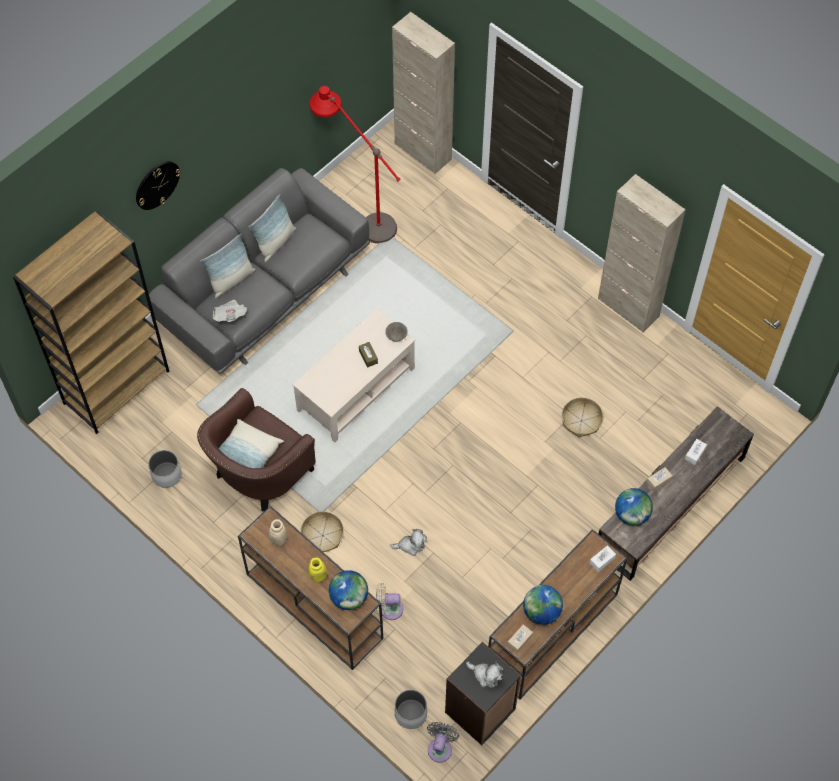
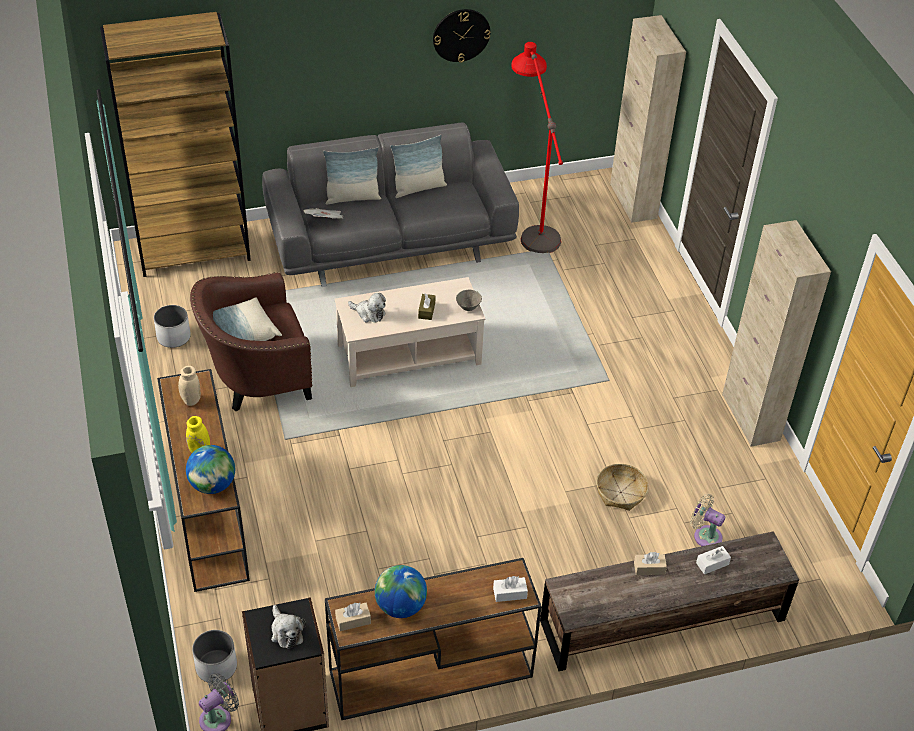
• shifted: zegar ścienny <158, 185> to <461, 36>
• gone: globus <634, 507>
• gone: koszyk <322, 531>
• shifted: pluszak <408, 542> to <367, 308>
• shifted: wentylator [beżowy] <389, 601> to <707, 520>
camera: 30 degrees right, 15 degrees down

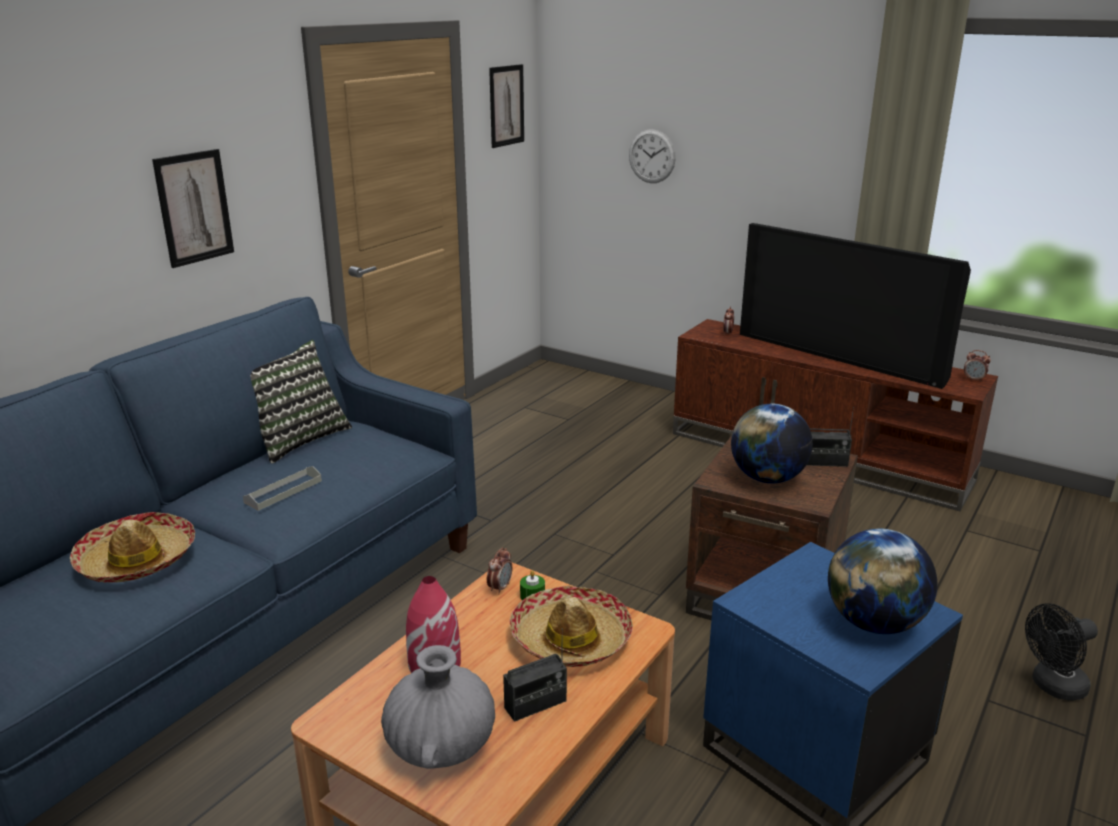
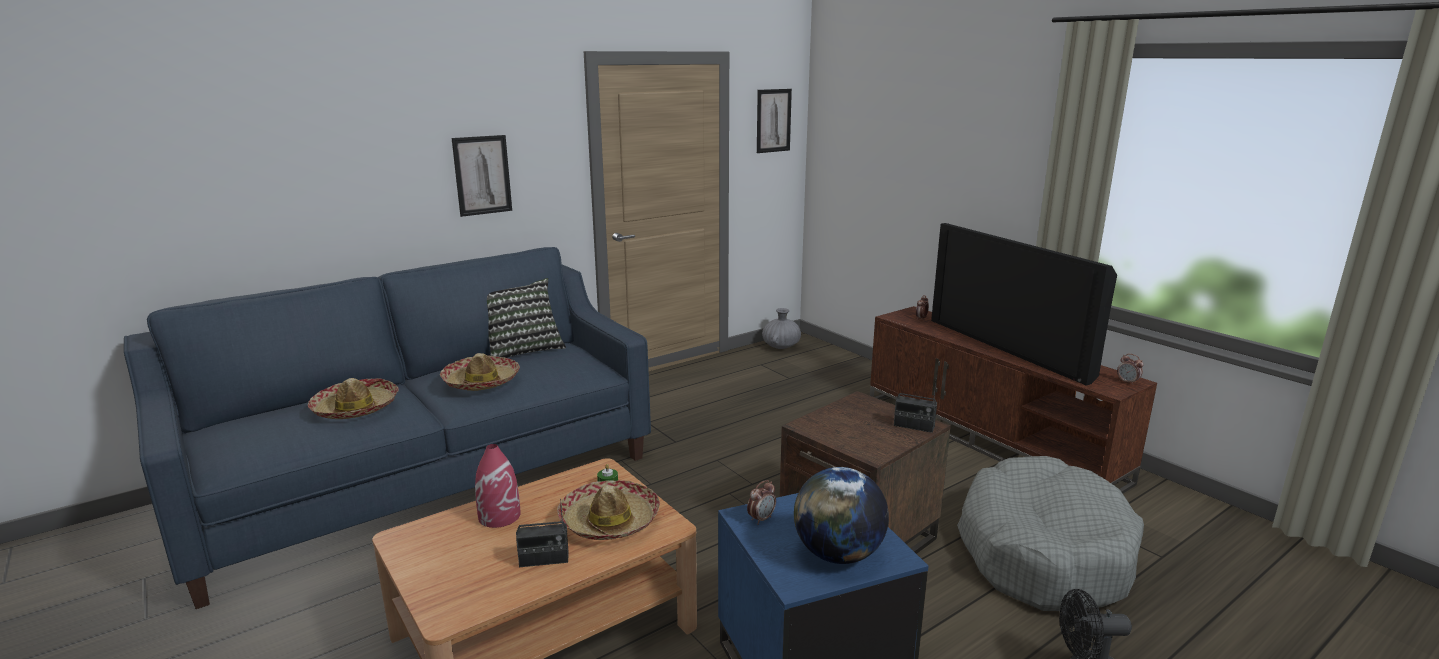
• gone: zegar ścienny <652, 156>
• gone: globus <772, 444>
• swapped: taca [szary] <282, 488> to kapelusz <480, 372>
• shifted: budzik <499, 571> to <761, 502>
• shifted: wazon [szary] <438, 707> to <781, 328>
• new: legowisko [szary] <1050, 533>
camera: 20 degrees right, 5 degrees down

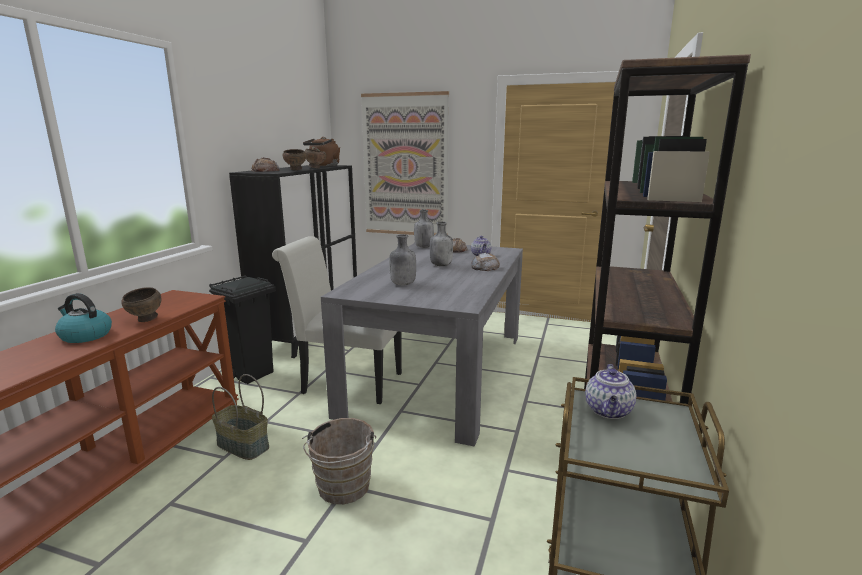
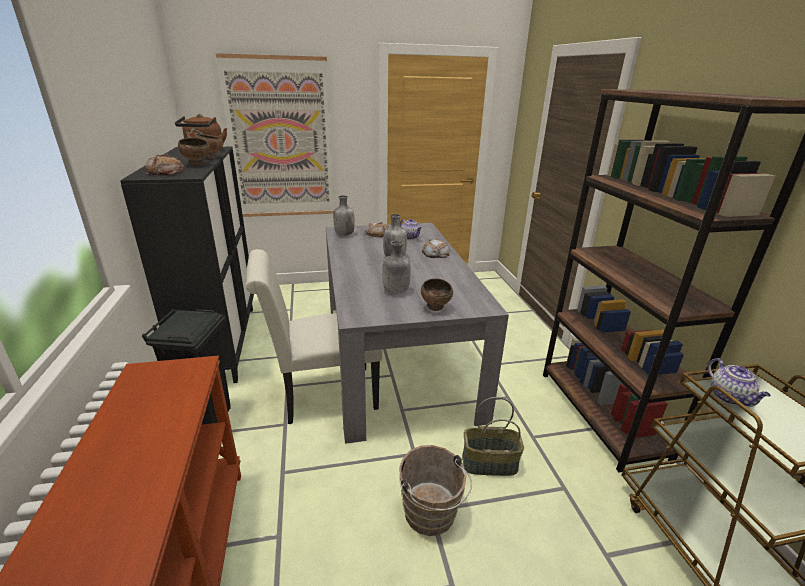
• shifted: miska [brązowy] <141, 304> to <437, 294>
• gone: czajnik <83, 318>
• shifted: koszyk <240, 417> to <493, 436>
camera: 30 degrees left, 10 degrees up

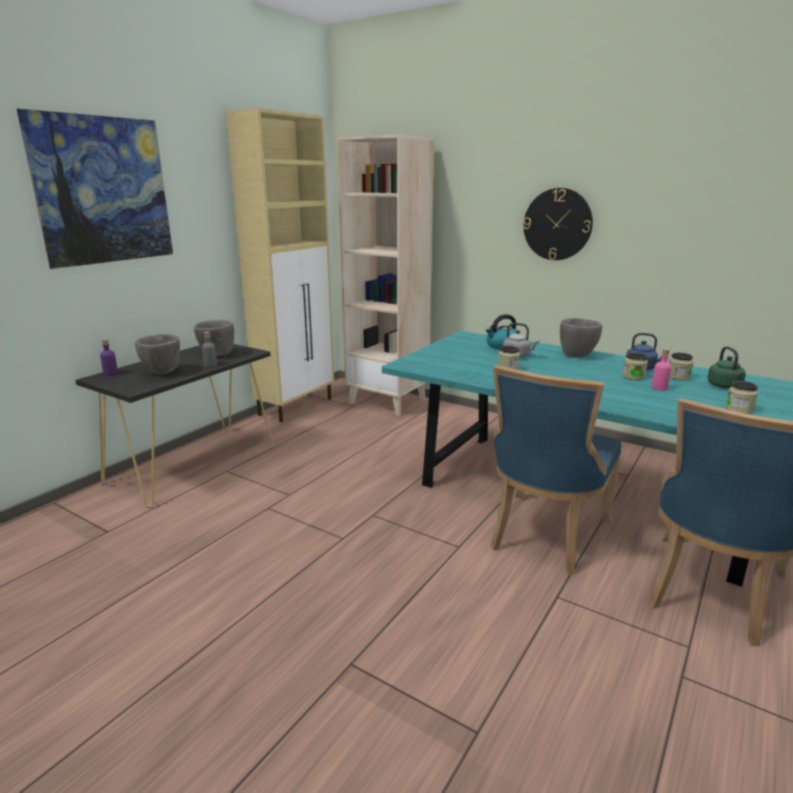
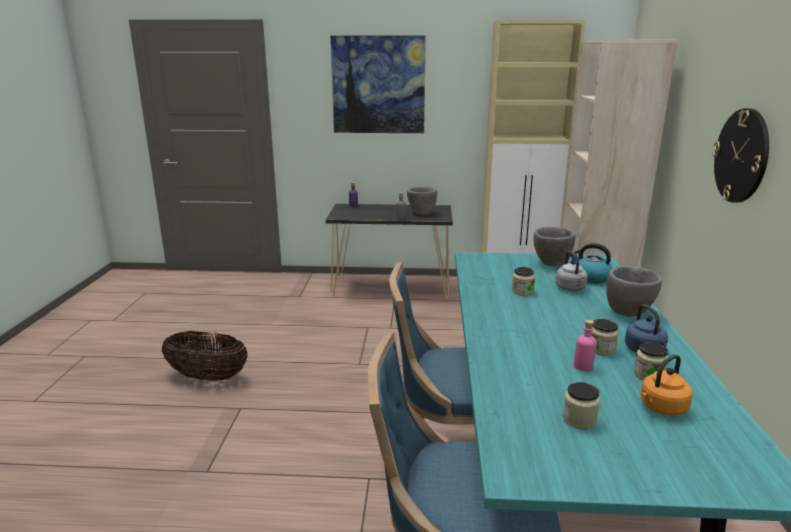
• shifted: miska [szary] <157, 354> to <554, 246>
• repainted: czajnik [zielony] <726, 367> to czajnik [pomarańczowy] <666, 385>
• new: koszyk <205, 356>
camera: 60 degrees right, 0 degrees up

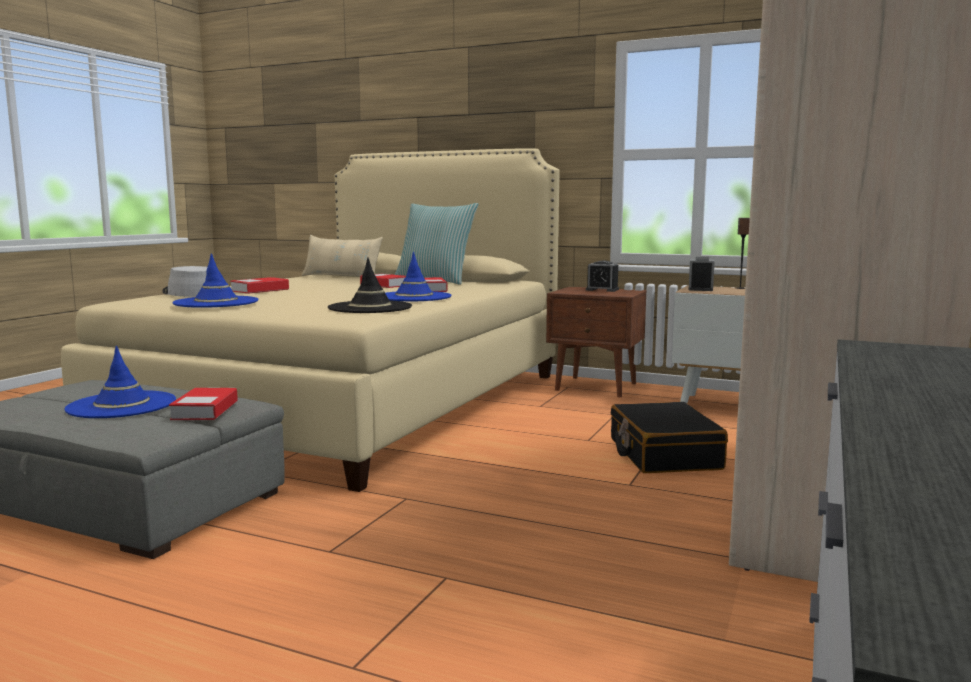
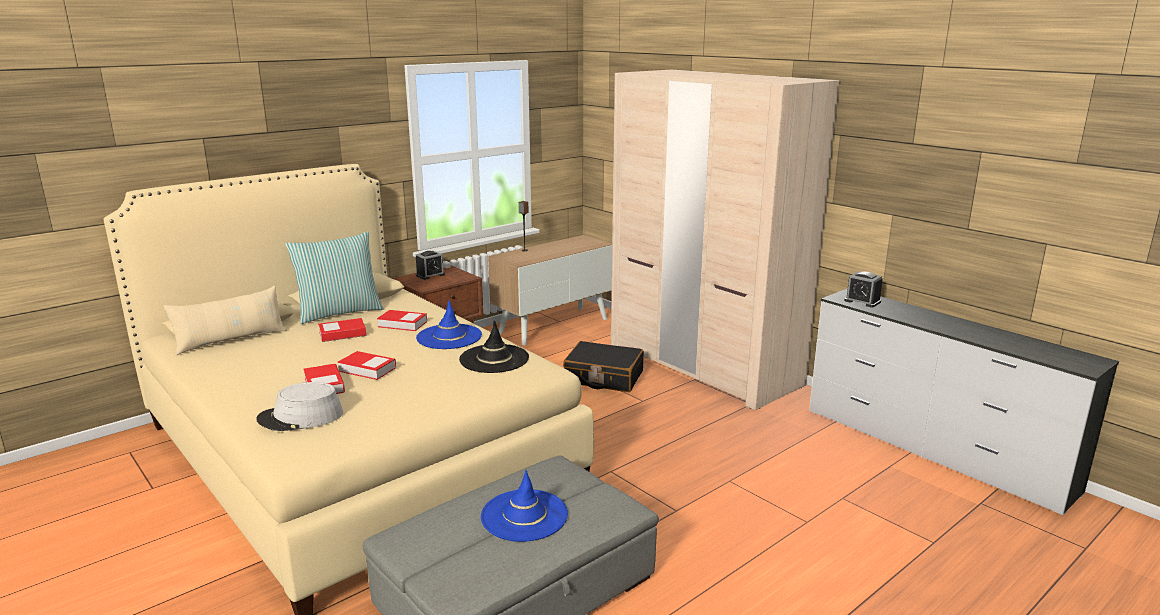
• gone: kapelusz [niebieski] <215, 280>
• shifted: budzik <702, 274> to <863, 289>
• shifted: książka <203, 404> to <367, 365>
camera: 65 degrees left, 10 degrees up

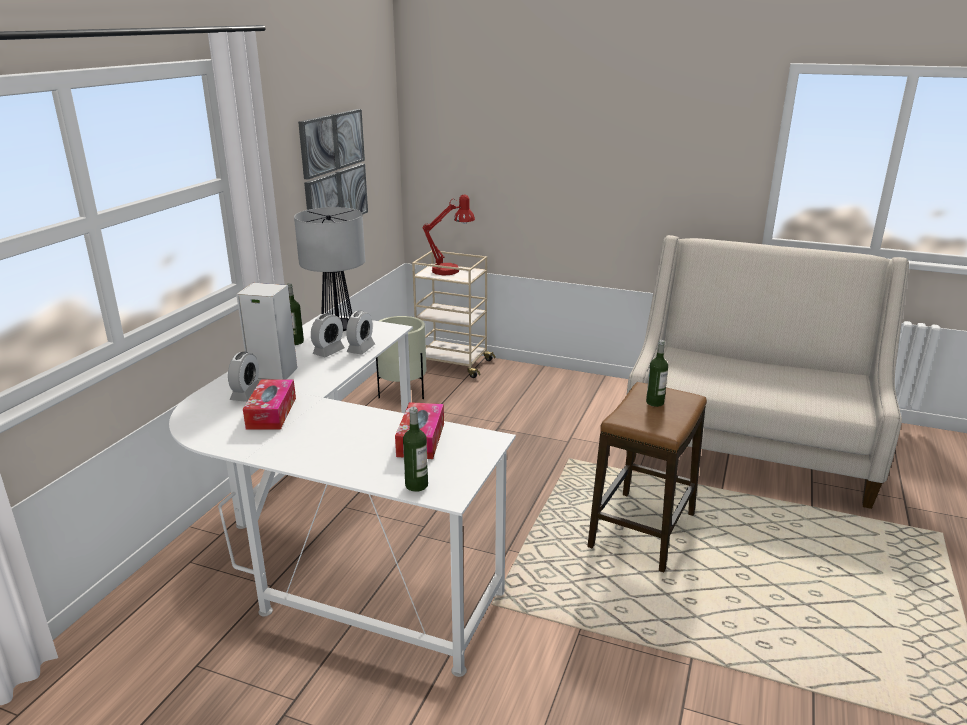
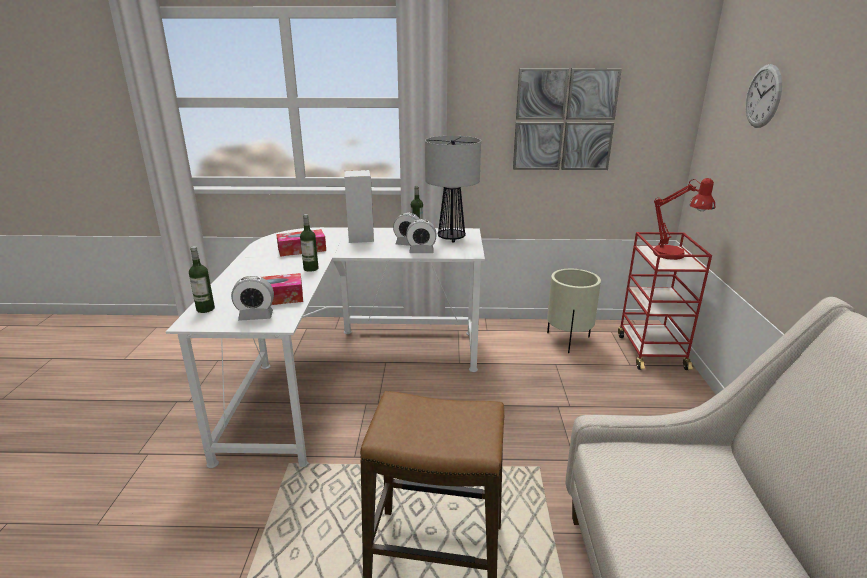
• repainted: wózek [beżowy] <454, 314> to wózek [czerwony] <665, 301>
• shifted: butelka <657, 373> to <309, 243>
• shifted: budzik <243, 377> to <252, 298>
• new: zegar ścienny <763, 96>
camera: 70 degrees right, 0 degrees up

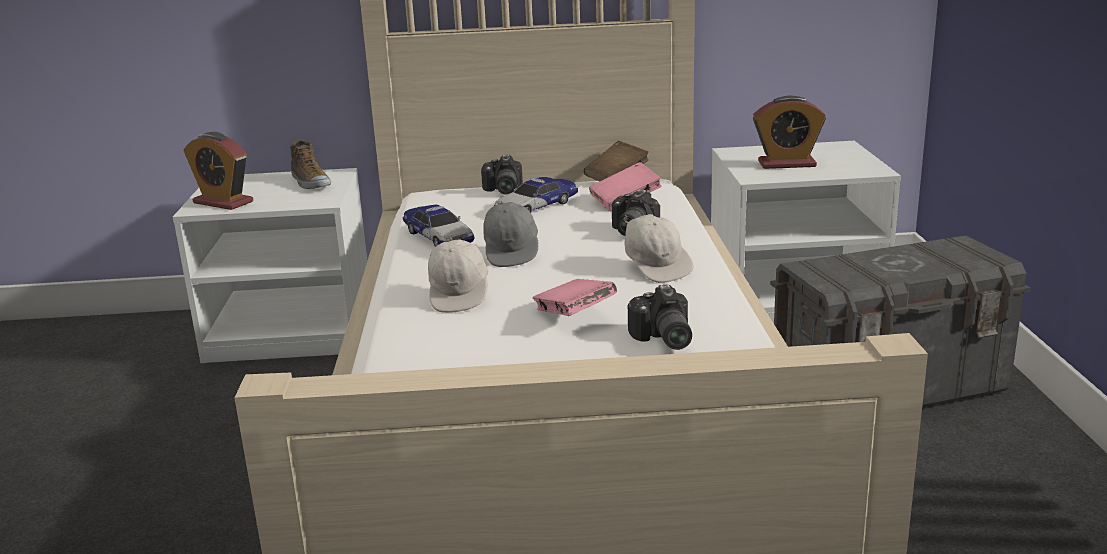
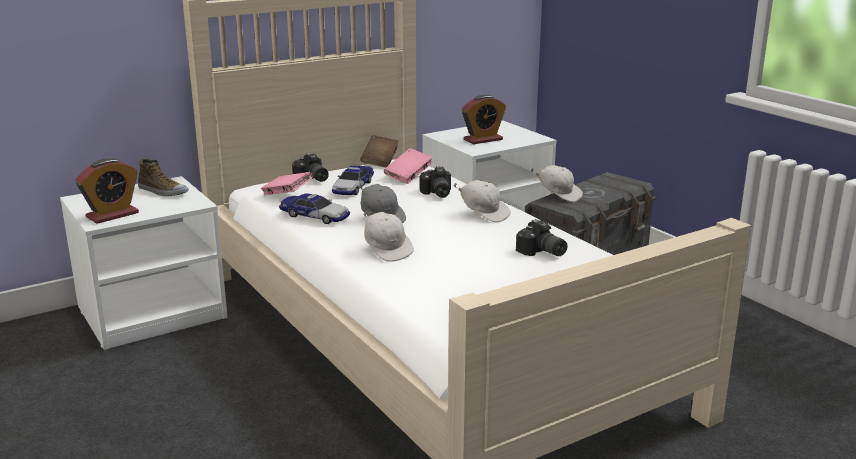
• rotated: budzik <218, 171> = <107, 191> 45 degrees counterclockwise
• shifted: książka [różowy] <574, 297> to <287, 183>
• new: czapka z daszkiem [biały] <557, 183>
camera: 30 degrees left, 0 degrees up

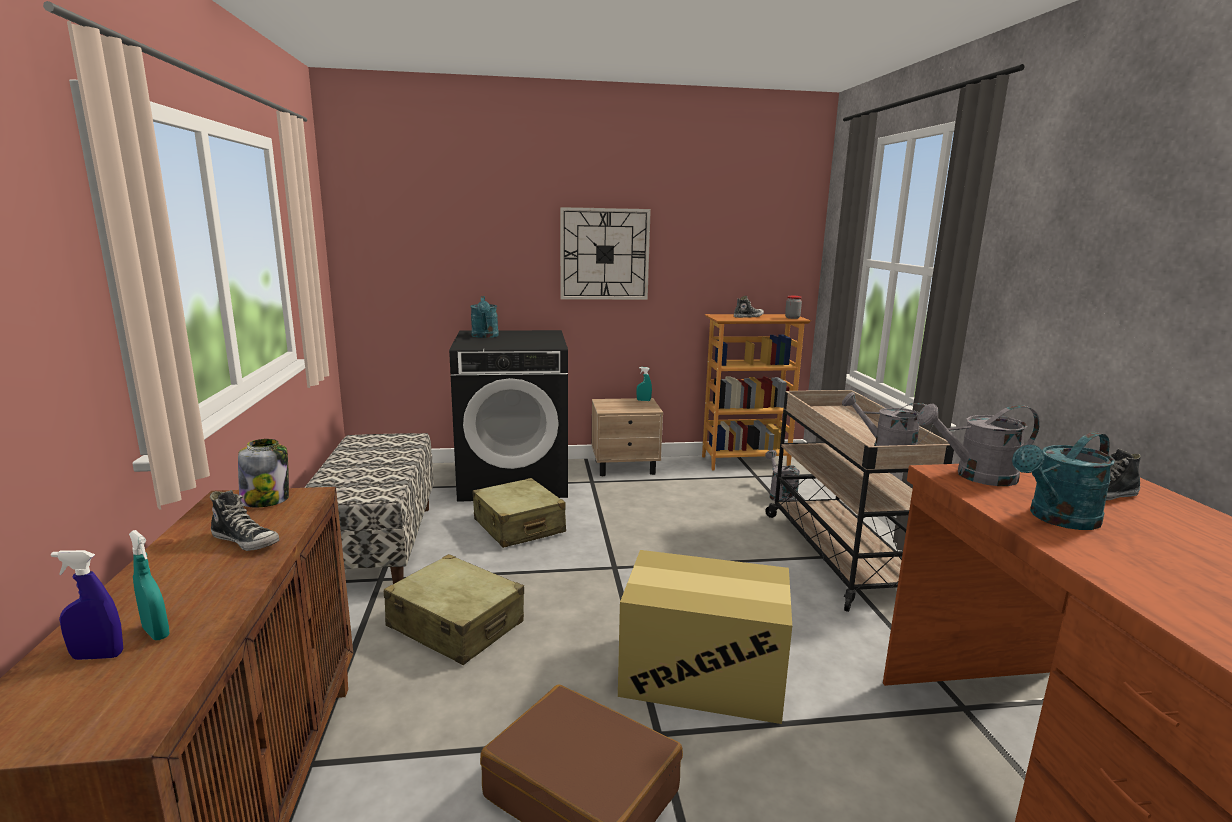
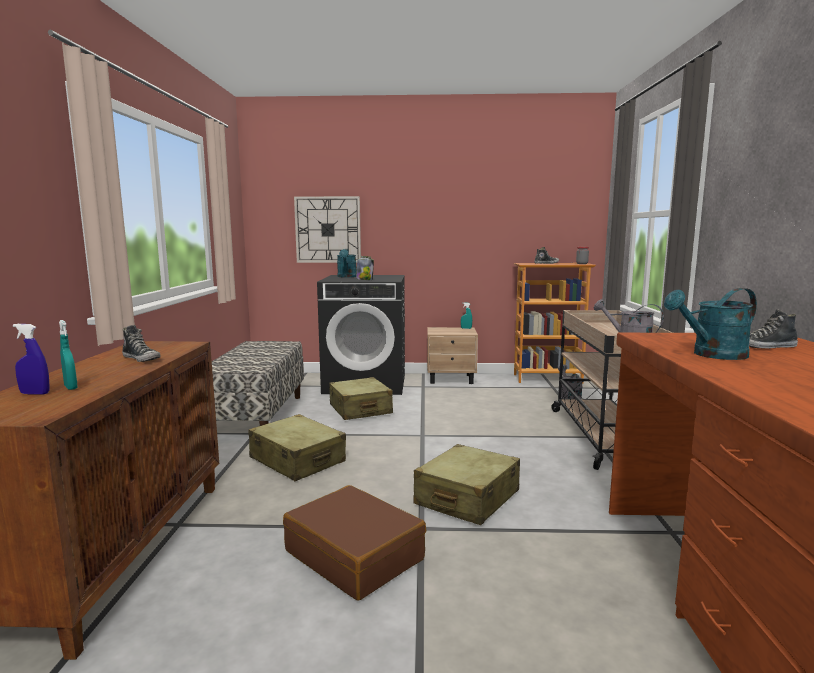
• shifted: zegar ścienny <605, 253> to <327, 229>
• gone: konewka [szary] <978, 444>
• shifted: słoik <263, 473> to <365, 268>
• swapped: karton <705, 637> to walizka [beżowy] <466, 484>
camera: 10 degrees right, 5 degrees down

